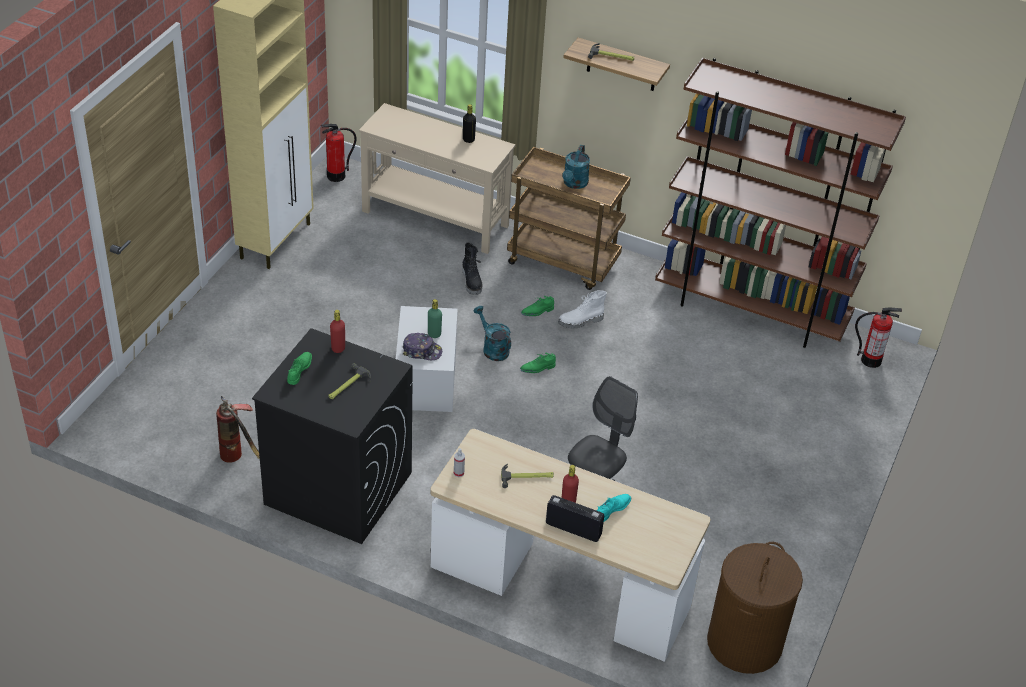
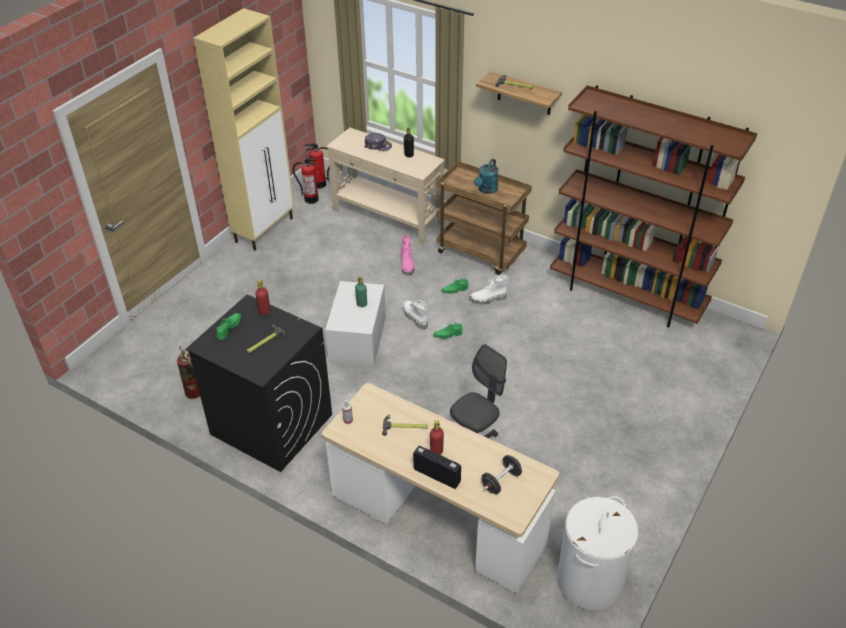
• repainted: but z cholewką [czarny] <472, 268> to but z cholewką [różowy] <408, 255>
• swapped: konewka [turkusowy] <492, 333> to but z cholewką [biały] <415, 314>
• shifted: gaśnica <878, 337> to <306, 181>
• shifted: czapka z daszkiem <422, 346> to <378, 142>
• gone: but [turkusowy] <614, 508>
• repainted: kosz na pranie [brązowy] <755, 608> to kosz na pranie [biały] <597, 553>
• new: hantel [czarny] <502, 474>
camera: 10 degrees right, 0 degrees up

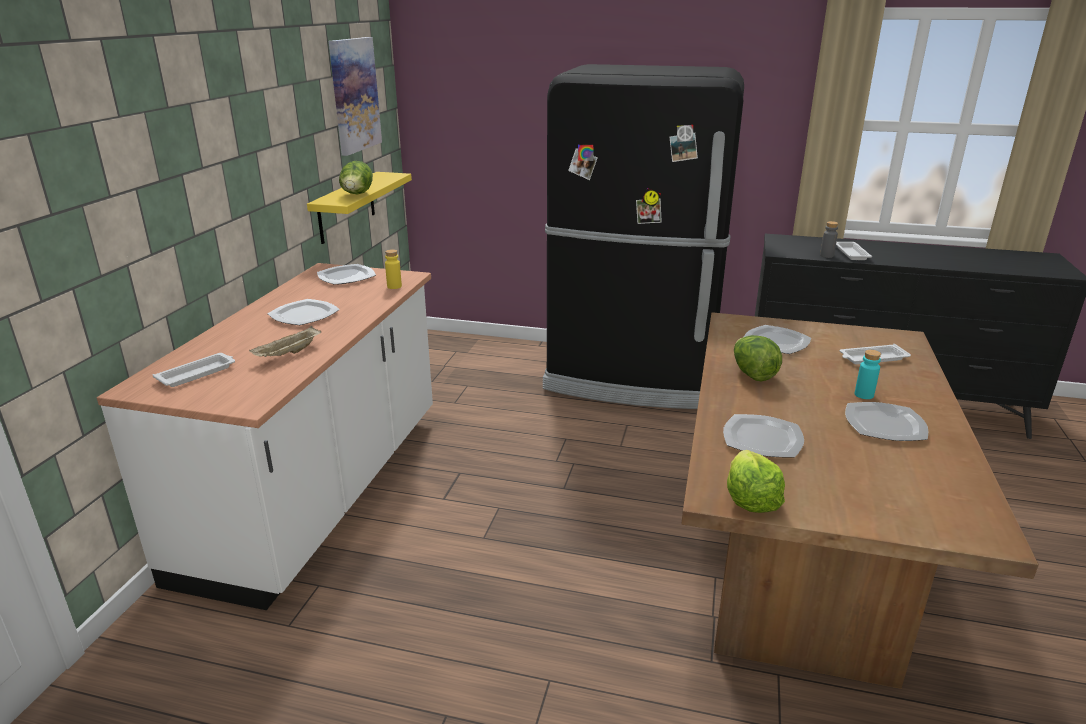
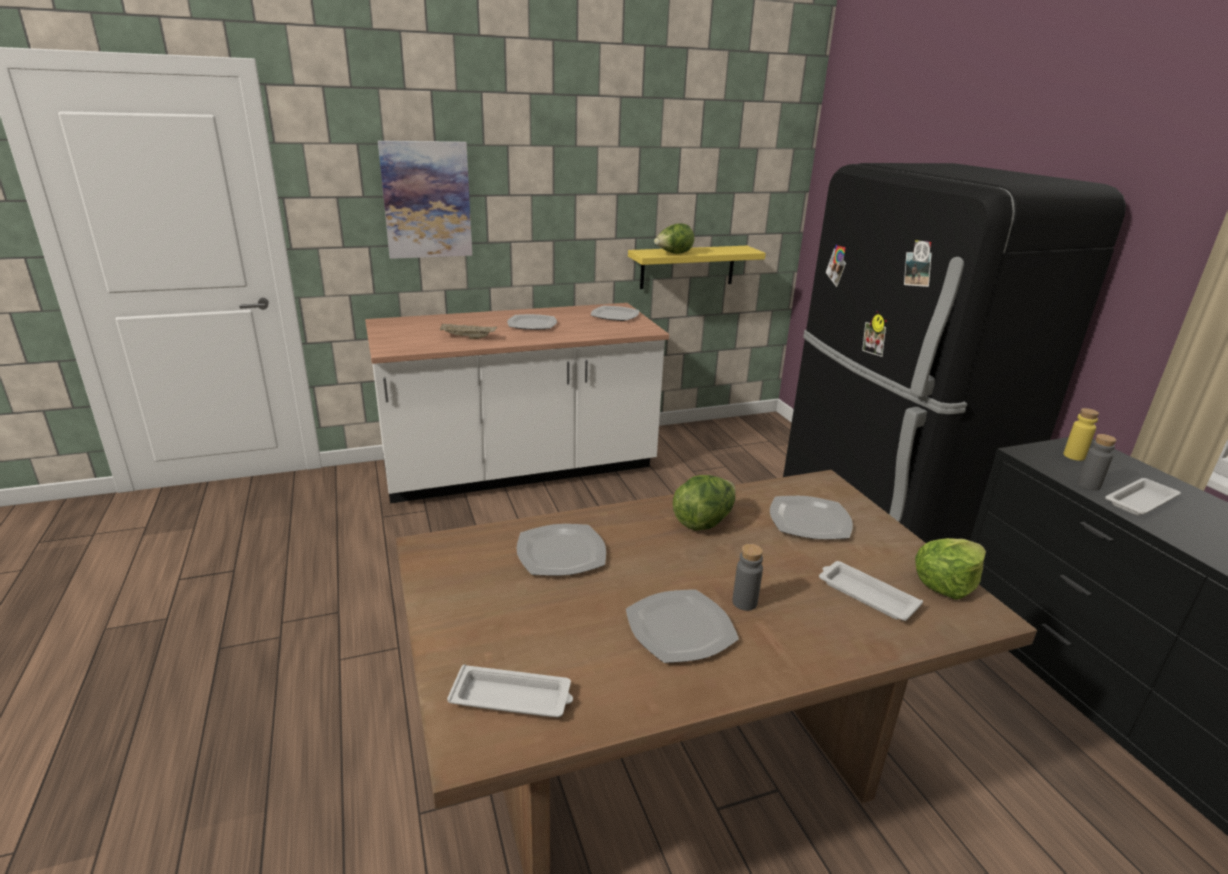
• shifted: obraz <355, 96> to <425, 200>
• shifted: butelka [żółty] <393, 269> to <1081, 434>
• repainted: butelka [turkusowy] <868, 374> to butelka [szary] <747, 577>
• shifted: taca [biały] <194, 370> to <510, 690>
• shifted: sałata <756, 481> to <950, 569>
camera: 55 degrees right, 0 degrees up

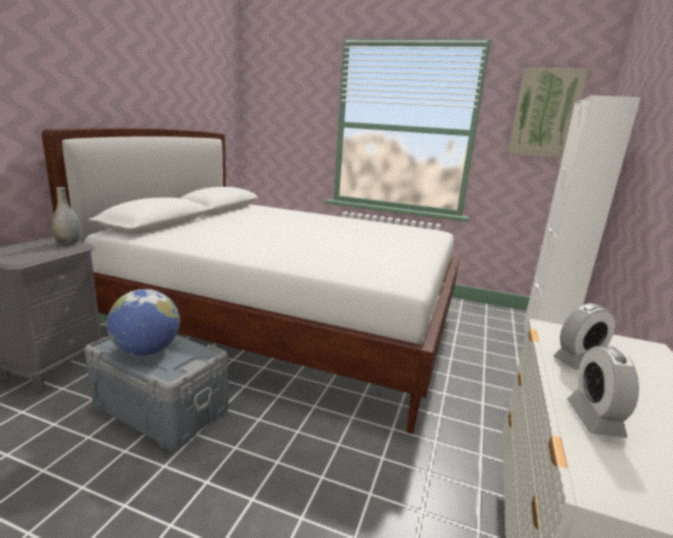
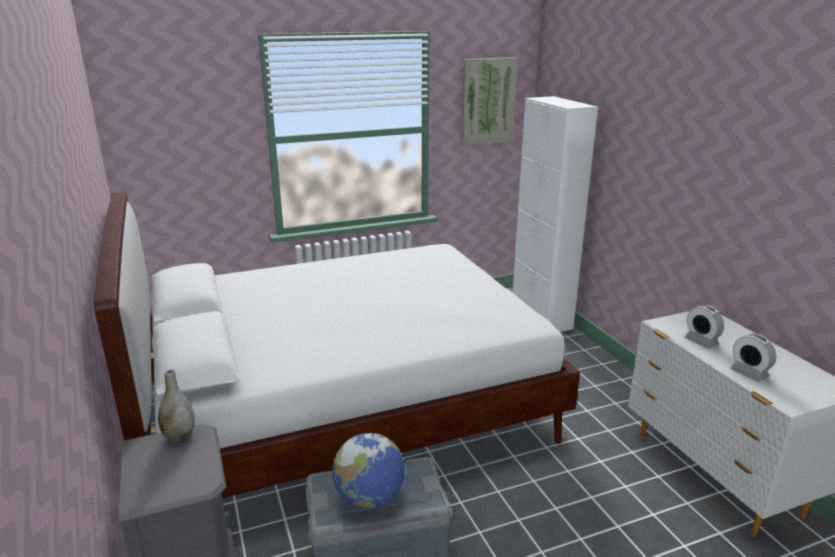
• rotated: budzik <584, 337> = <704, 327> 120 degrees clockwise
camera: 40 degrees left, 5 degrees up

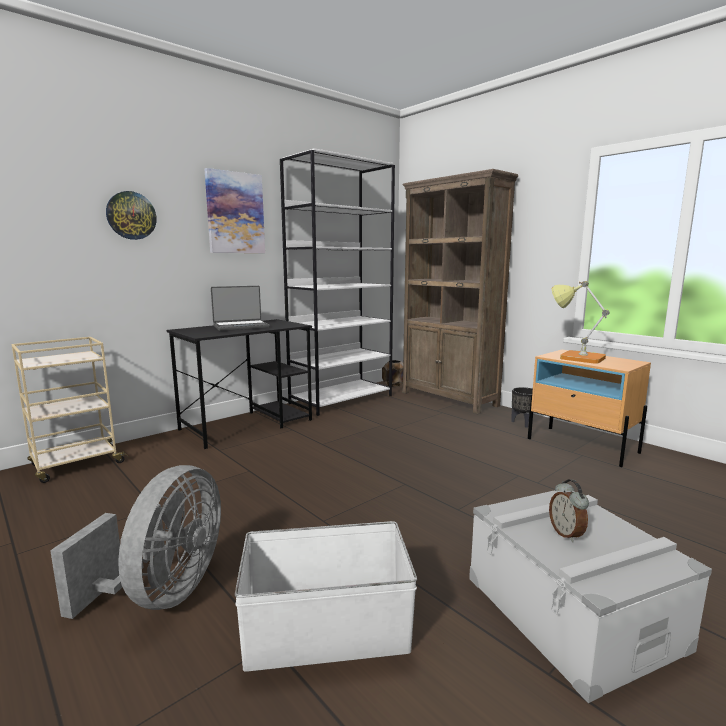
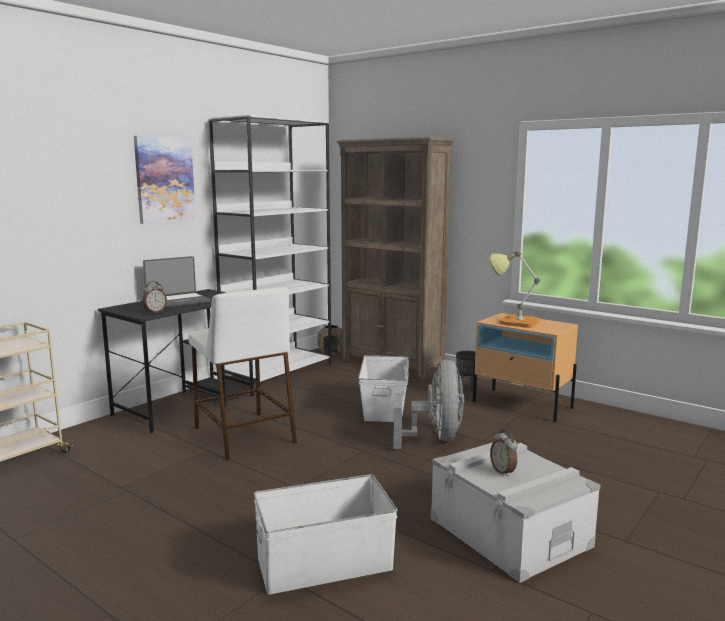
• gone: zegar ścienny <131, 215>
• shifted: wentylator [szary] <135, 542> to <428, 404>
• new: budzik <154, 297>
• new: stołek [biały] <242, 374>
• new: pojemnik do przechowywania [biały] <383, 388>
camera: 10 degrees left, 0 degrees up

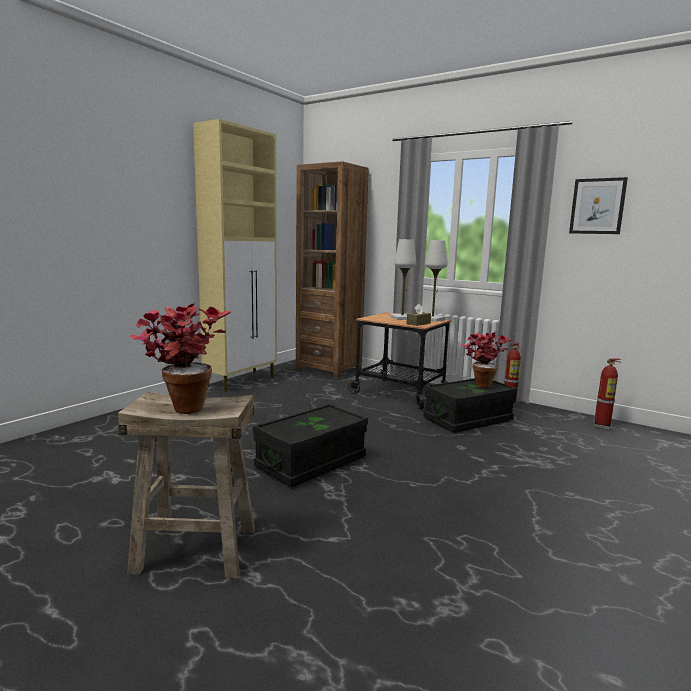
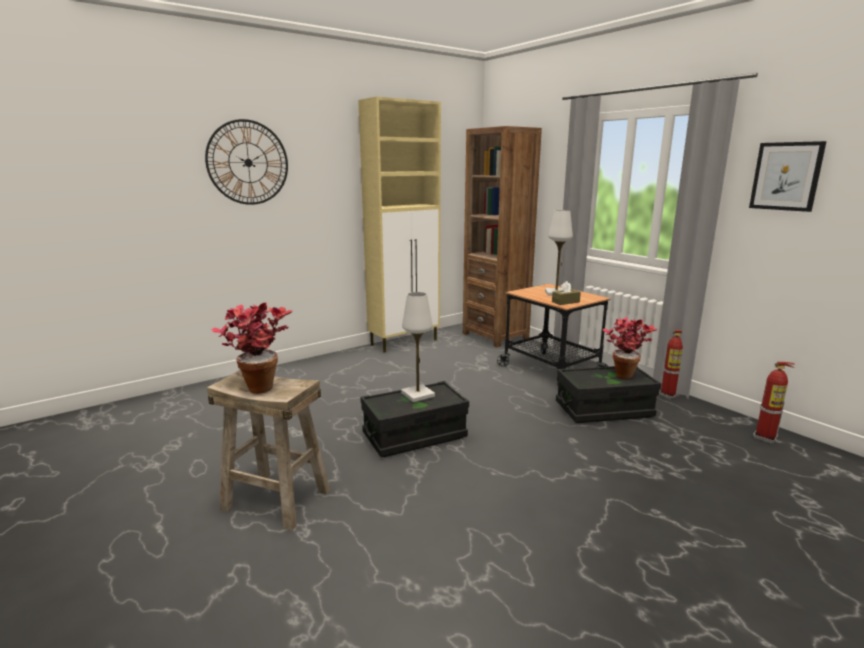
• shifted: lampa stołowa [biały] <436, 281> to <418, 347>
• new: zegar ścienny <246, 162>
camera: 20 degrees right, 5 degrees up

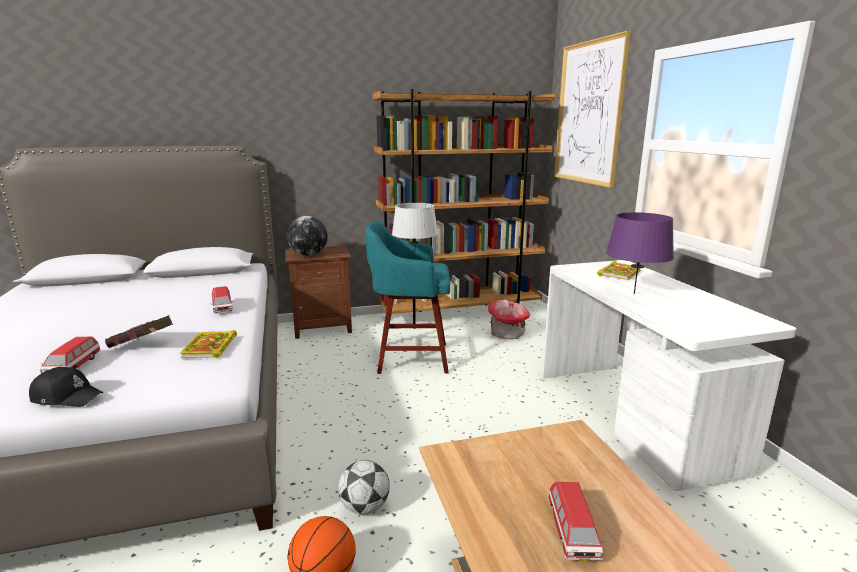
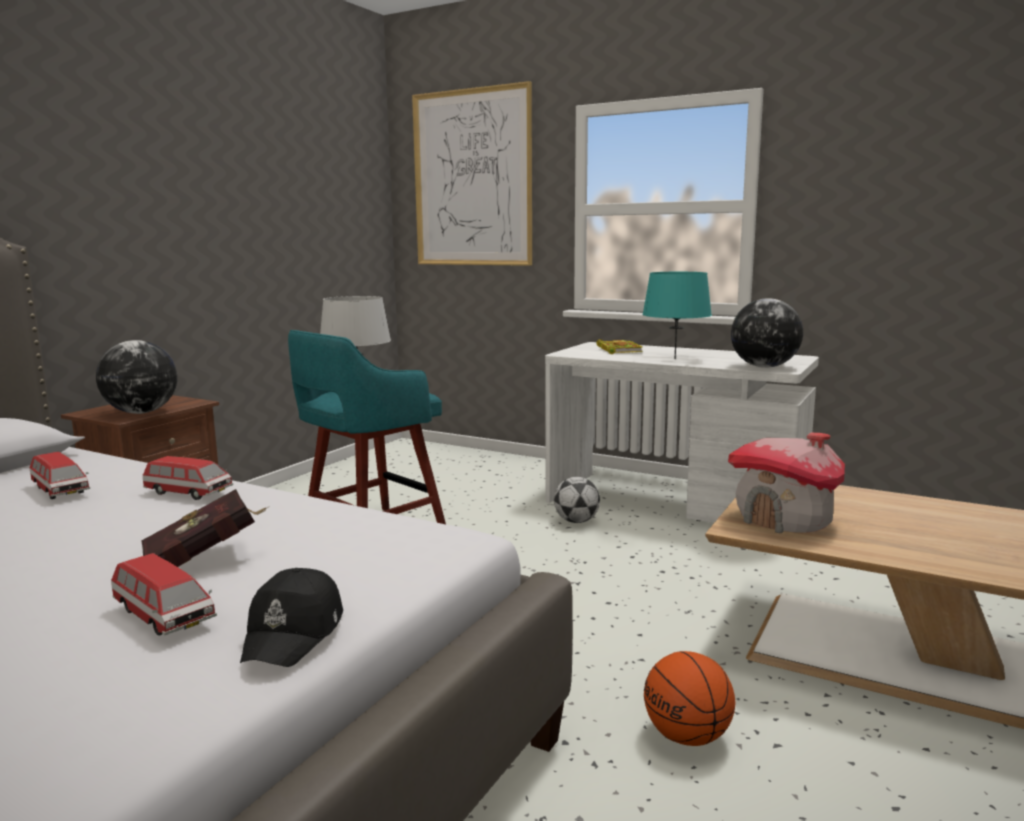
• gone: regał [brązowy] <464, 209>
• repainted: lampa stołowa [fioletowy] <640, 253> to lampa stołowa [turkusowy] <677, 315>
• shifted: domek <509, 319> to <786, 483>
• gone: książka <208, 344>
• rotated: czapka z daszkiem [czarny] <66, 387> = <291, 617> 135 degrees clockwise
• shifted: piłka futbolowa <364, 487> to <577, 500>
• shifted: samochodzik <577, 521> to <60, 475>
• new: globus <767, 333>
camera: 45 degrees left, 5 degrees down

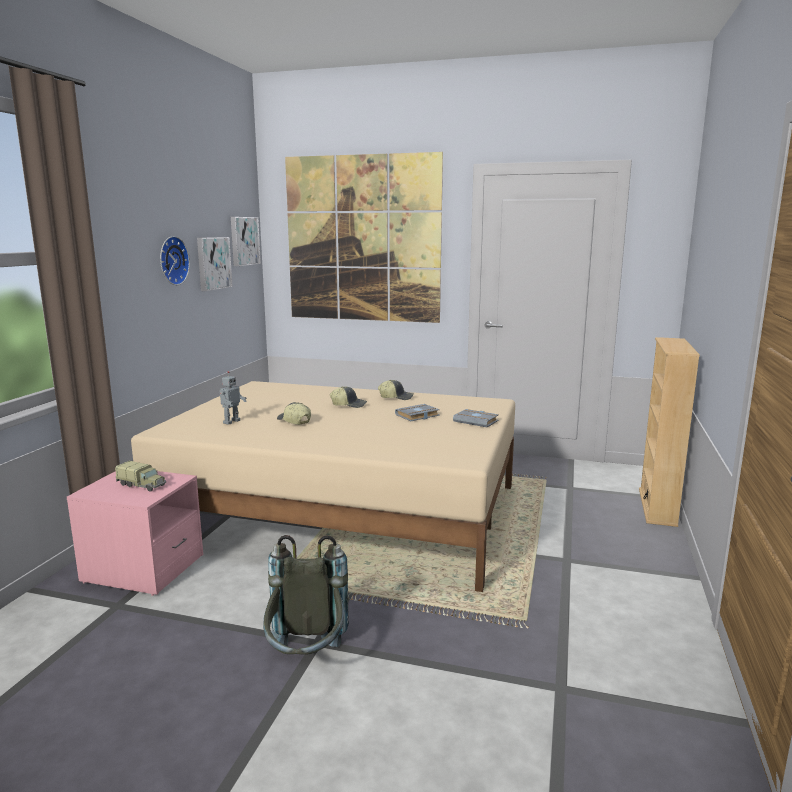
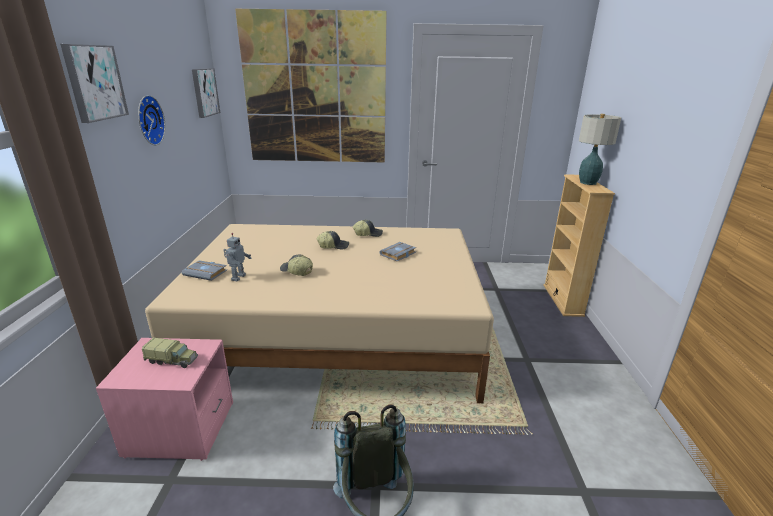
• shifted: obraz <215, 264> to <94, 83>
• shifted: książka [szary] <476, 418> to <204, 270>
• new: lampa stołowa <600, 149>
camera: 15 degrees left, 10 degrees up

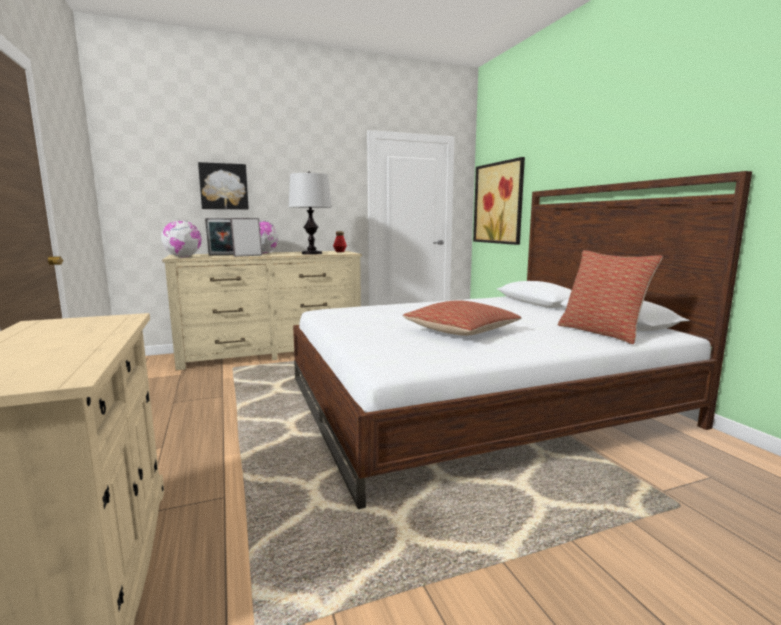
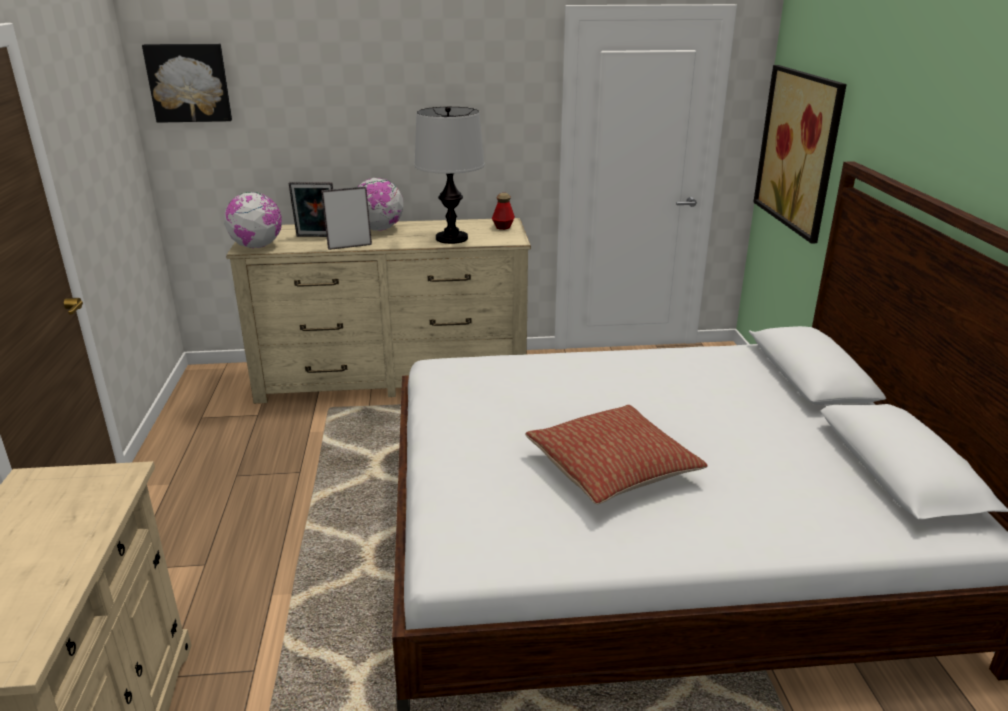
• shifted: obraz <223, 186> to <187, 83>
• gone: poduszka <610, 297>
camera: 15 degrees right, 15 degrees up

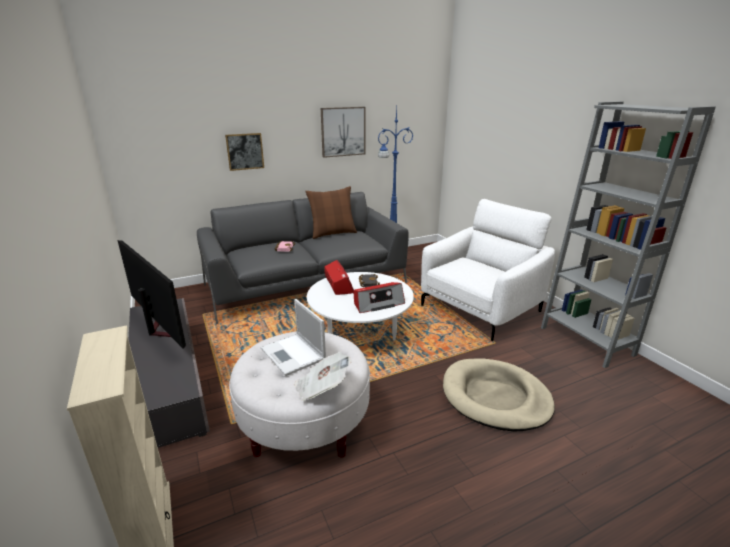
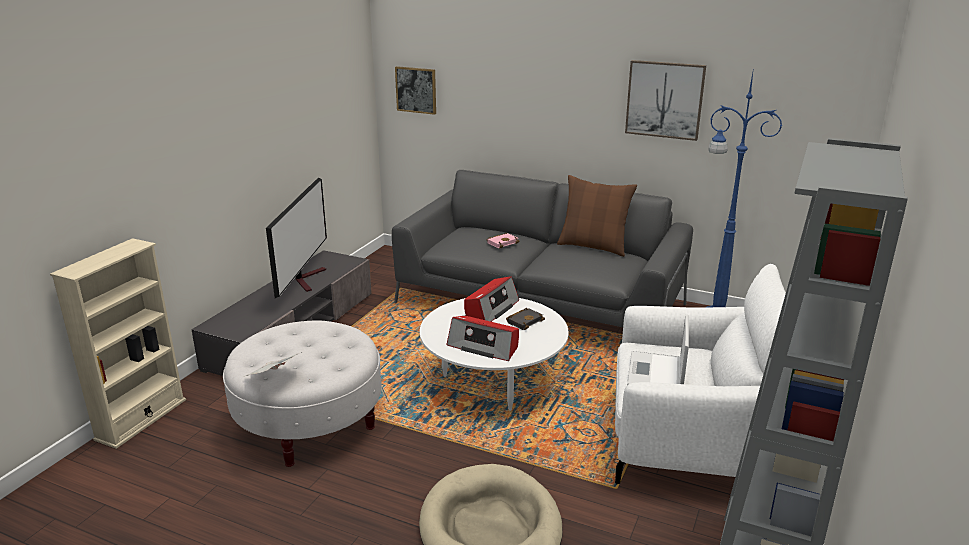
• shifted: obraz <244, 152> to <415, 90>
• shifted: laptop <293, 337> to <658, 349>
camera: 50 degrees right, 0 degrees up

